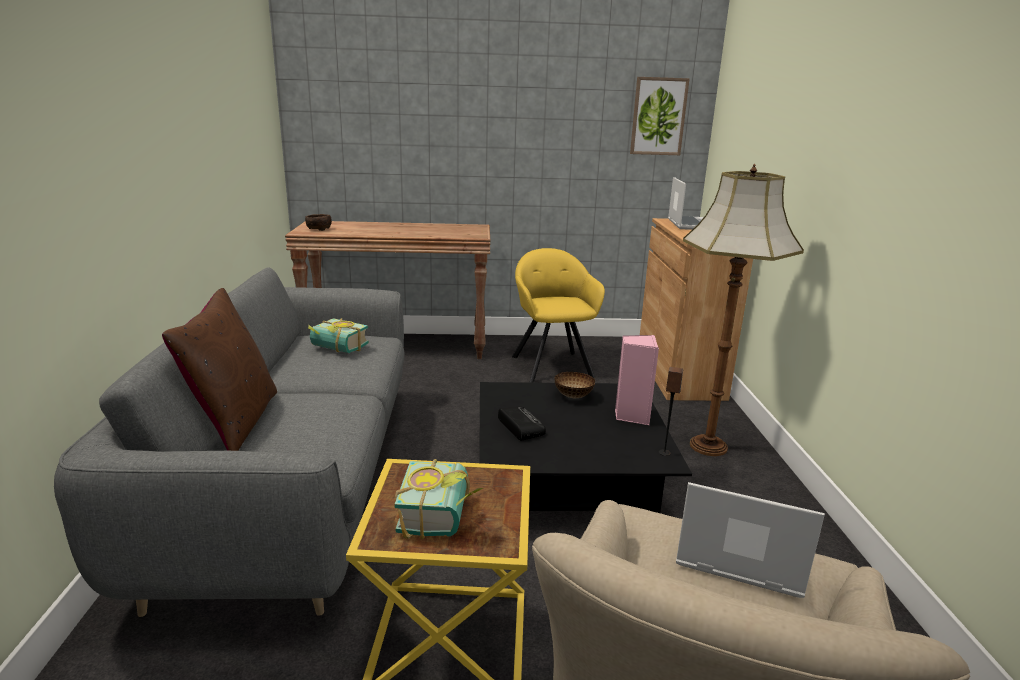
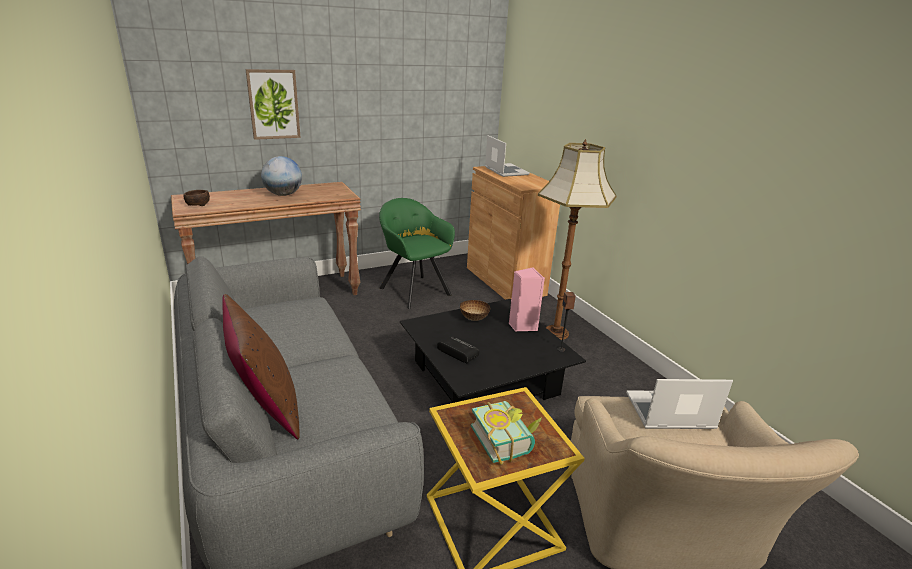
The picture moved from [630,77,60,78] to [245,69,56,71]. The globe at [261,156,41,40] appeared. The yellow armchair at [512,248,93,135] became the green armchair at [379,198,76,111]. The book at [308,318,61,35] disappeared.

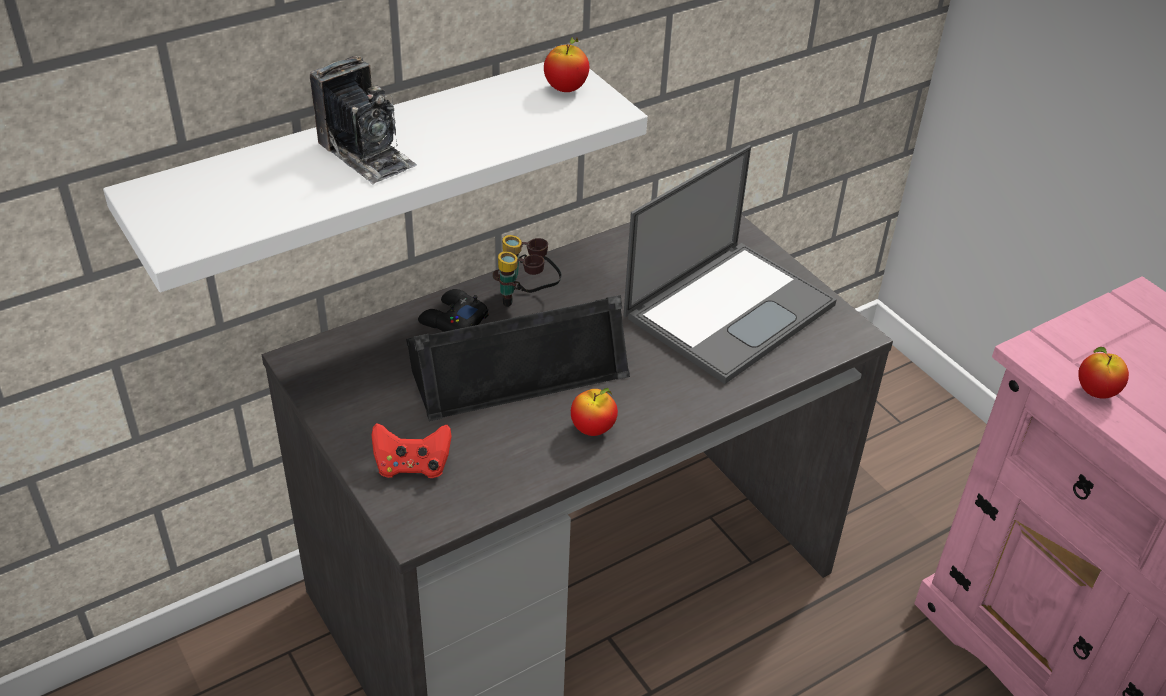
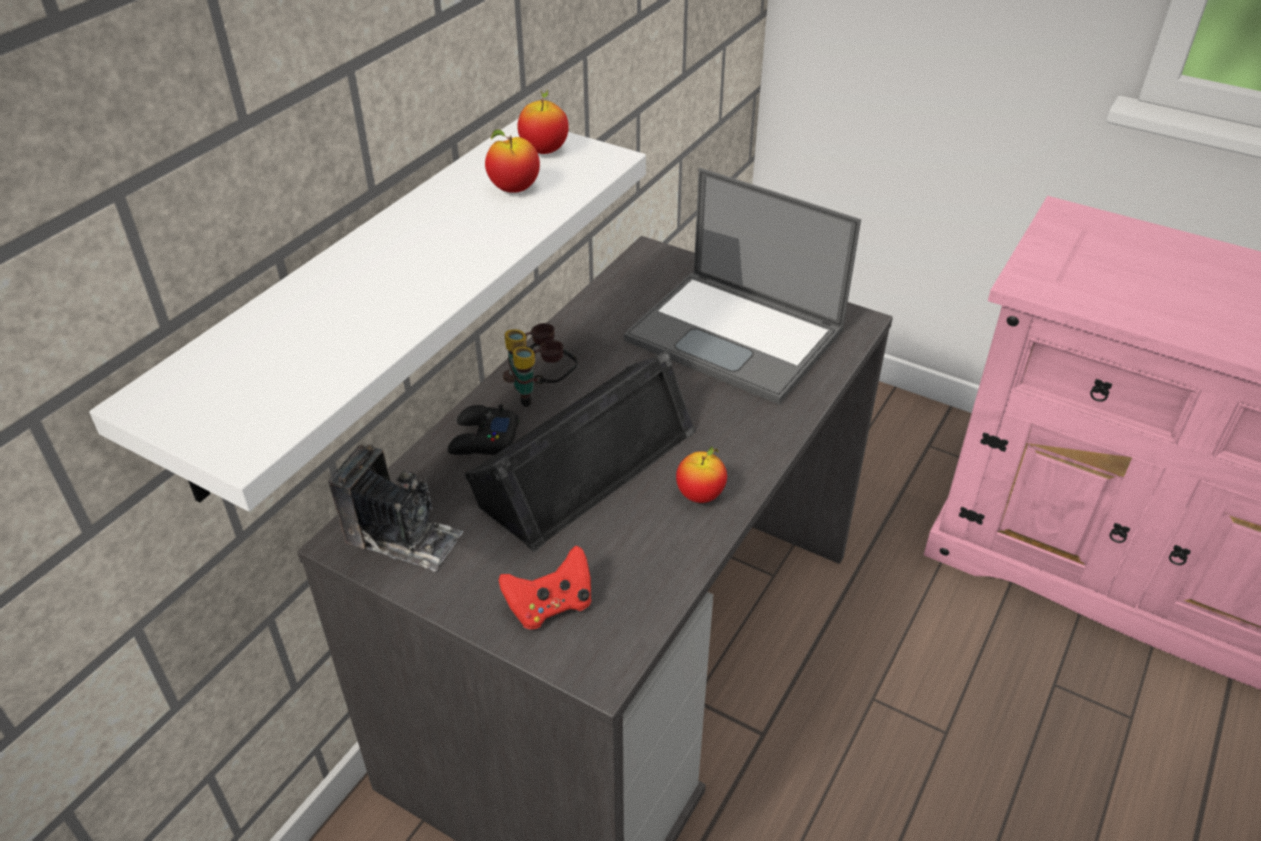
The photo camera moved from [310,56,107,129] to [328,443,135,129]. The apple moved from [1078,347,51,51] to [485,129,55,64]. The laptop at [623,145,214,239] turned 105 degrees clockwise.

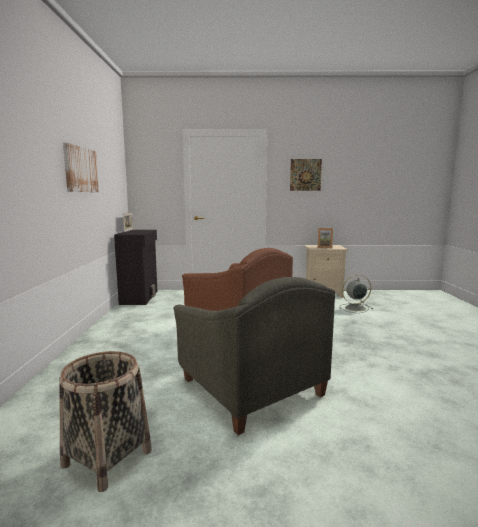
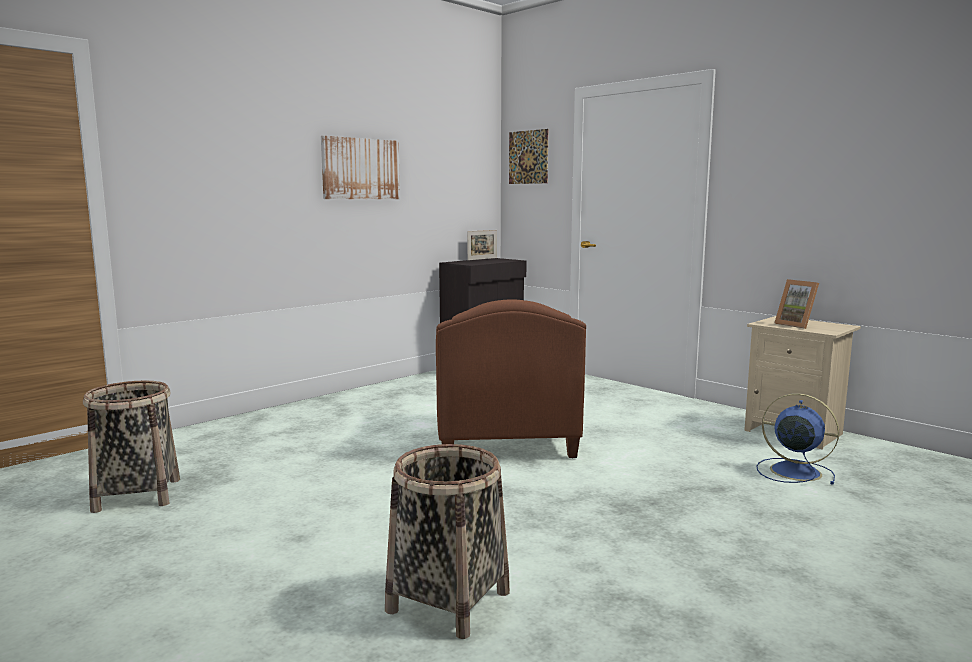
The basket at [385,444,125,195] appeared. The picture moved from [290,159,32,32] to [509,129,39,55]. The grey fan at [340,275,33,38] became the blue fan at [757,393,82,92]. The grey armchair at [173,277,162,158] disappeared.

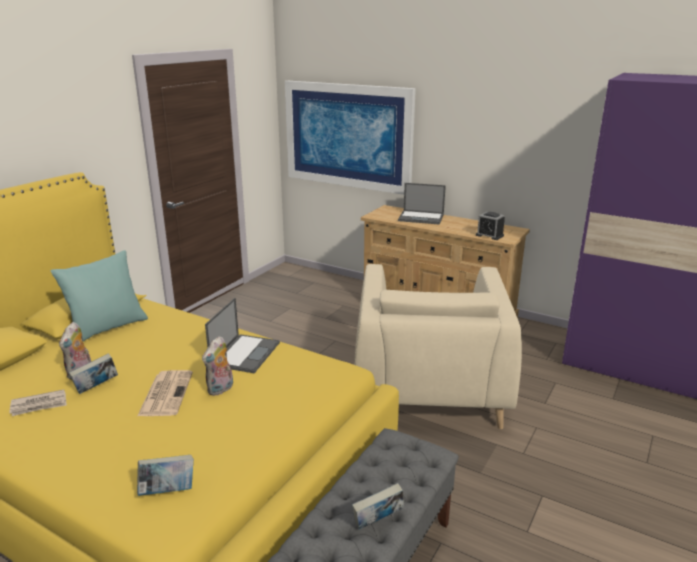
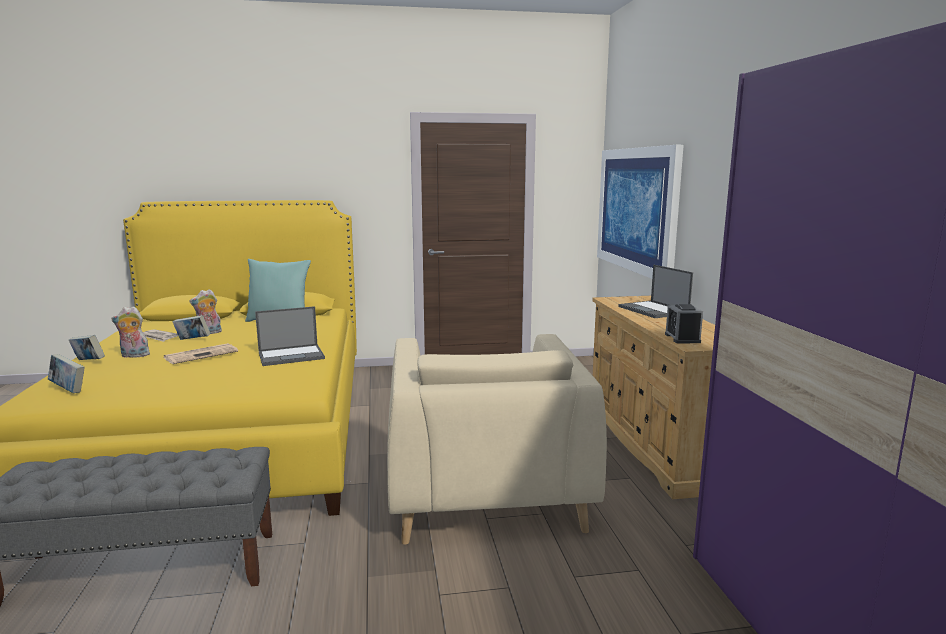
The book moved from [352,483,52,47] to [69,335,36,25]. The plush toy moved from [202,336,31,60] to [112,306,38,52]. The beige armchair at [354,264,168,165] turned 60 degrees counterclockwise.

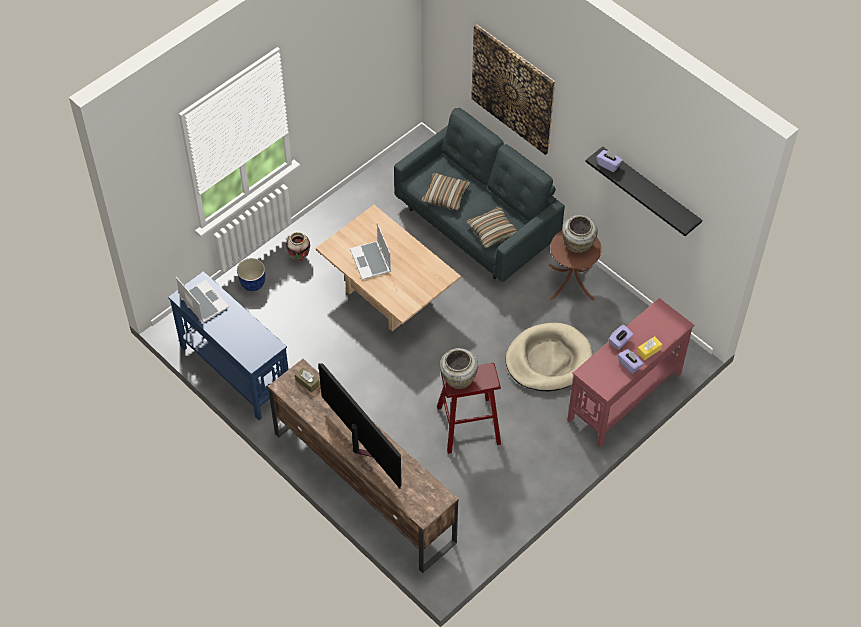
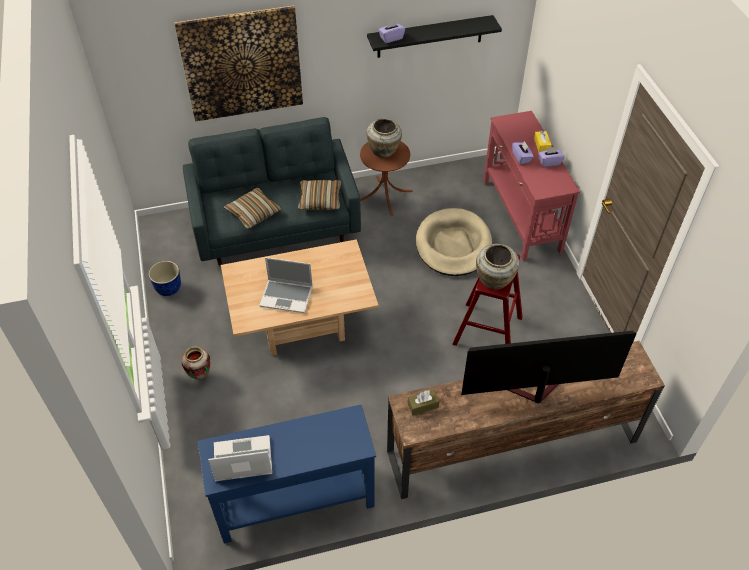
The planter moved from [237,258,28,33] to [149,261,32,35].

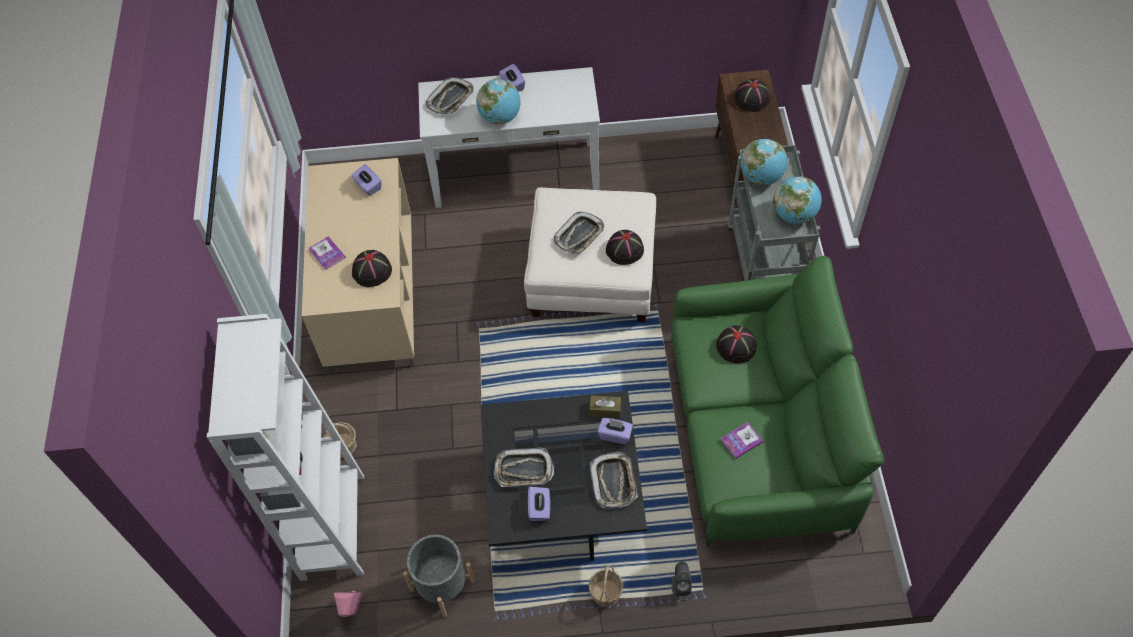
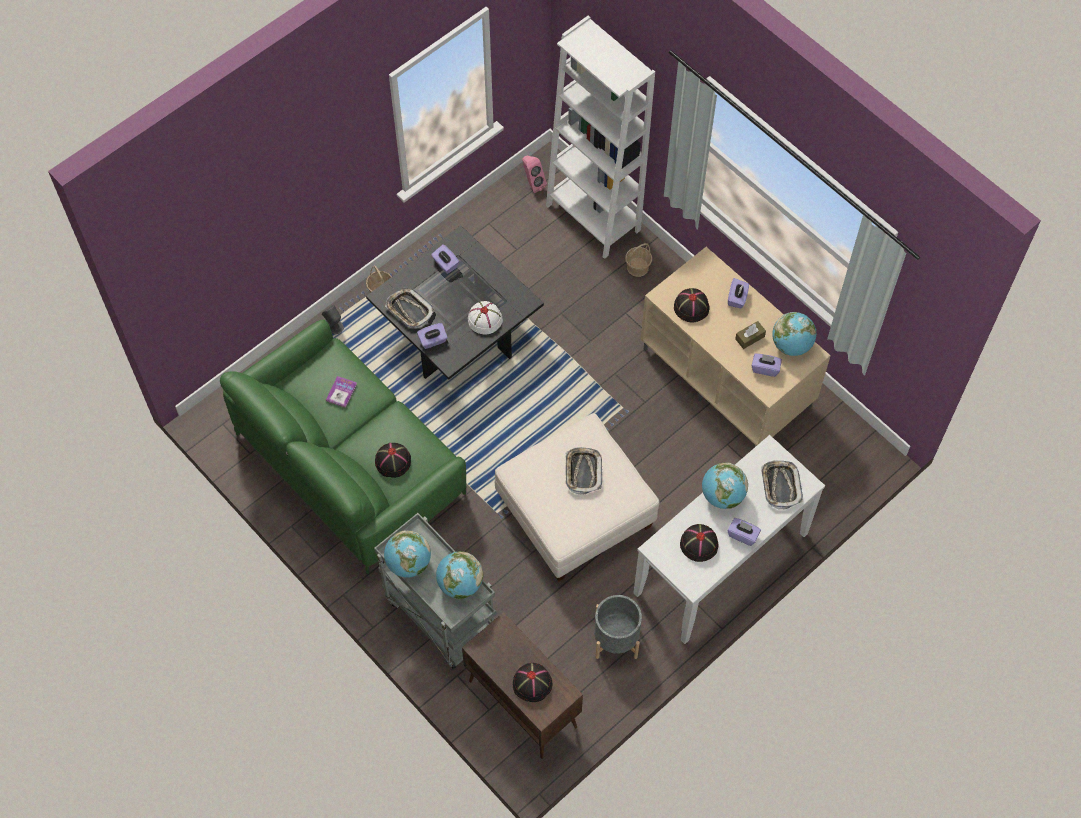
The white hat at [468,301,35,33] appeared. The grey planter moved from [403,535,72,82] to [594,595,48,64]. The black hat moved from [606,230,38,35] to [680,524,39,38]. The book at [308,236,38,34] was replaced by the purple tissue box at [728,278,21,30]. The brown tissue box moved from [589,395,32,23] to [735,321,31,28]. The globe at [772,312,44,44] appeared. The tray at [494,448,60,39] disappeared.

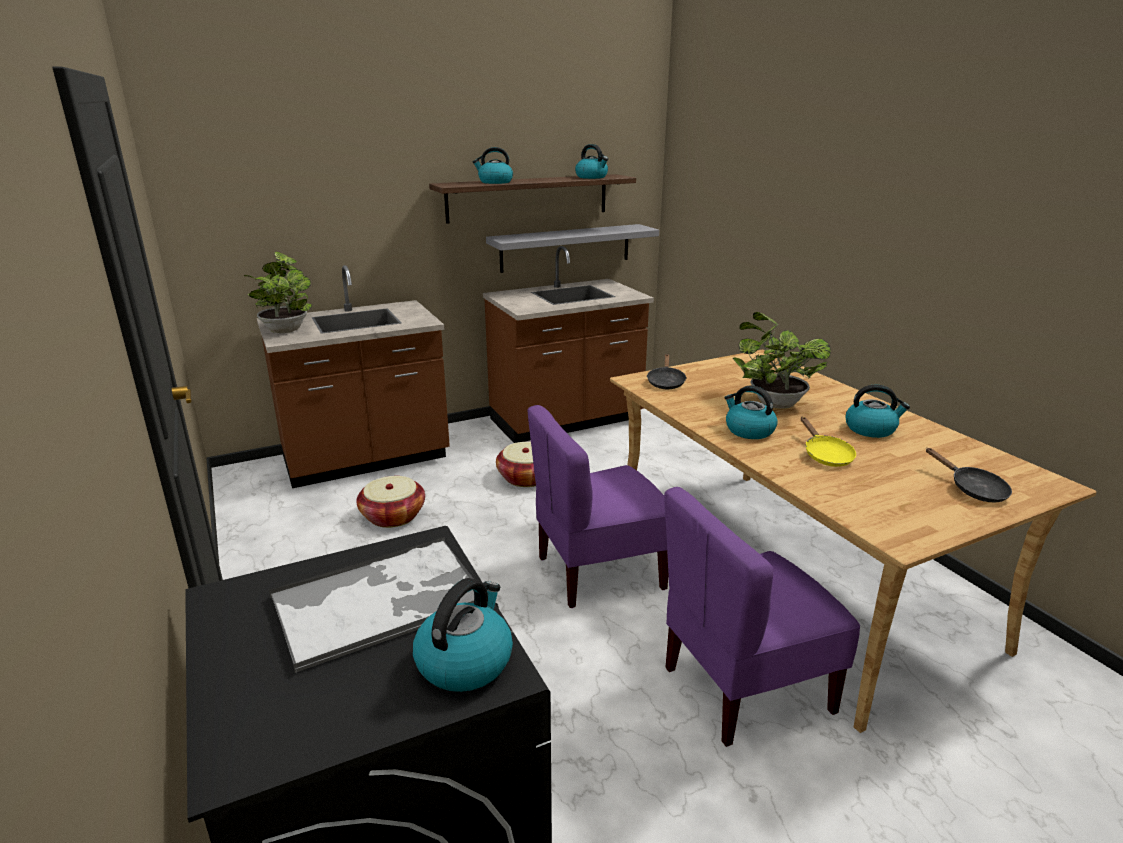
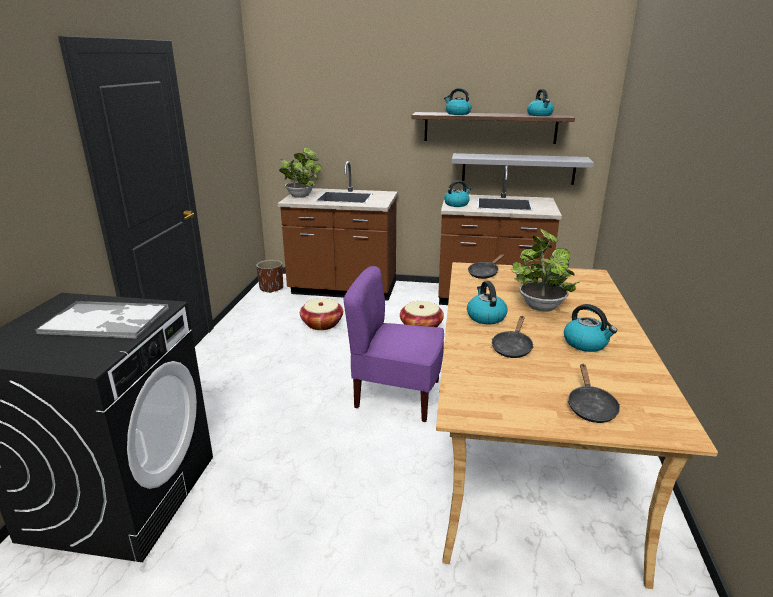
The brown planter at [256,260,27,33] appeared. The kettle moved from [413,578,100,114] to [444,180,27,27]. The yellow frying pan at [801,417,55,50] became the black frying pan at [492,316,41,42]. The purple chair at [664,487,196,260] disappeared.

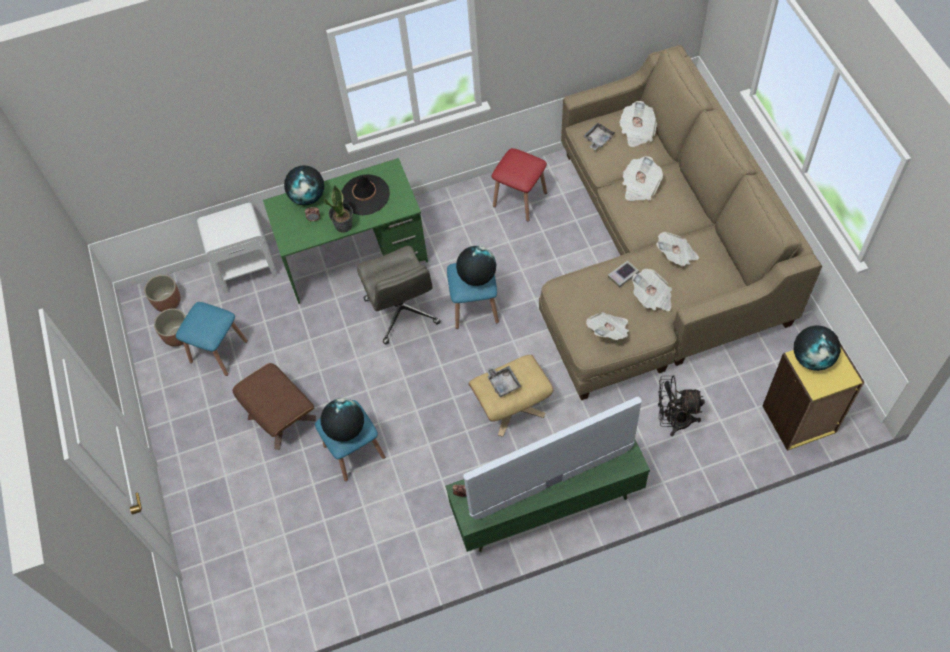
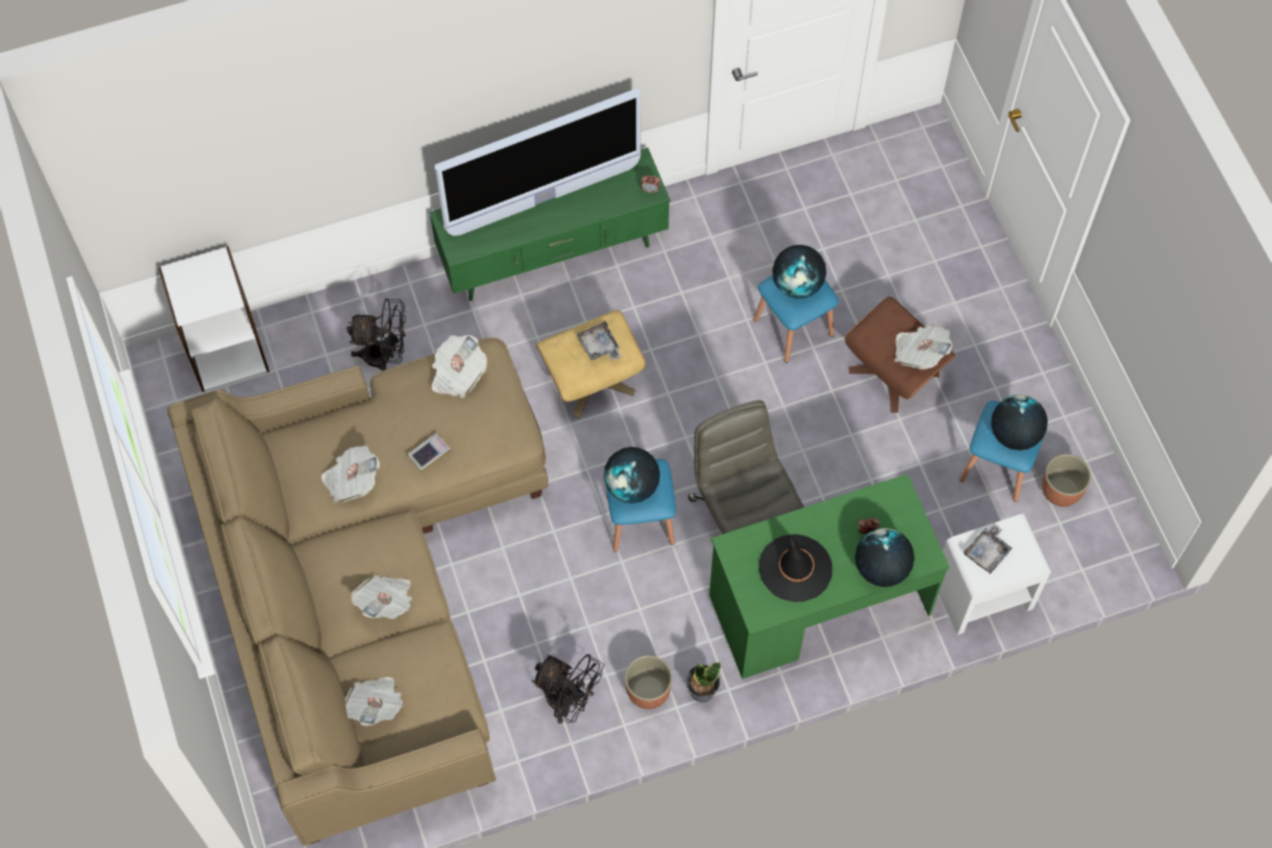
The yellow bookcase at [763,343,101,108] became the white bookcase at [158,246,112,146]. The red stool at [492,148,55,73] was replaced by the black fan at [531,654,73,70]. The planter moved from [144,275,37,37] to [625,655,47,54]. The potted plant moved from [324,185,29,48] to [686,662,35,41]. The newspaper moved from [632,269,40,42] to [894,325,58,44]. The grey tray moved from [583,123,31,27] to [964,523,48,51]. The globe moved from [794,325,47,46] to [991,395,57,55].

